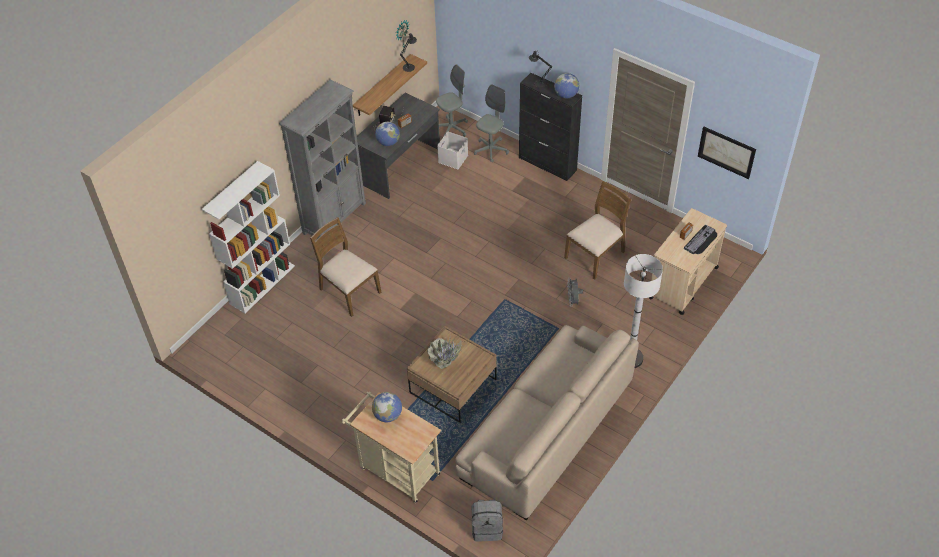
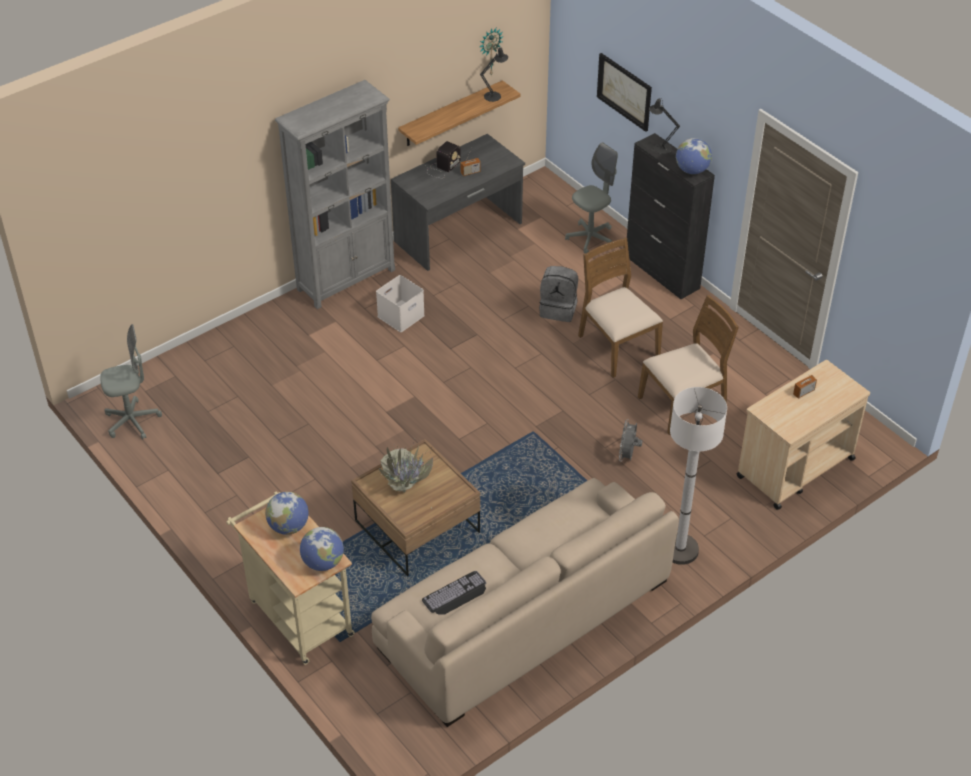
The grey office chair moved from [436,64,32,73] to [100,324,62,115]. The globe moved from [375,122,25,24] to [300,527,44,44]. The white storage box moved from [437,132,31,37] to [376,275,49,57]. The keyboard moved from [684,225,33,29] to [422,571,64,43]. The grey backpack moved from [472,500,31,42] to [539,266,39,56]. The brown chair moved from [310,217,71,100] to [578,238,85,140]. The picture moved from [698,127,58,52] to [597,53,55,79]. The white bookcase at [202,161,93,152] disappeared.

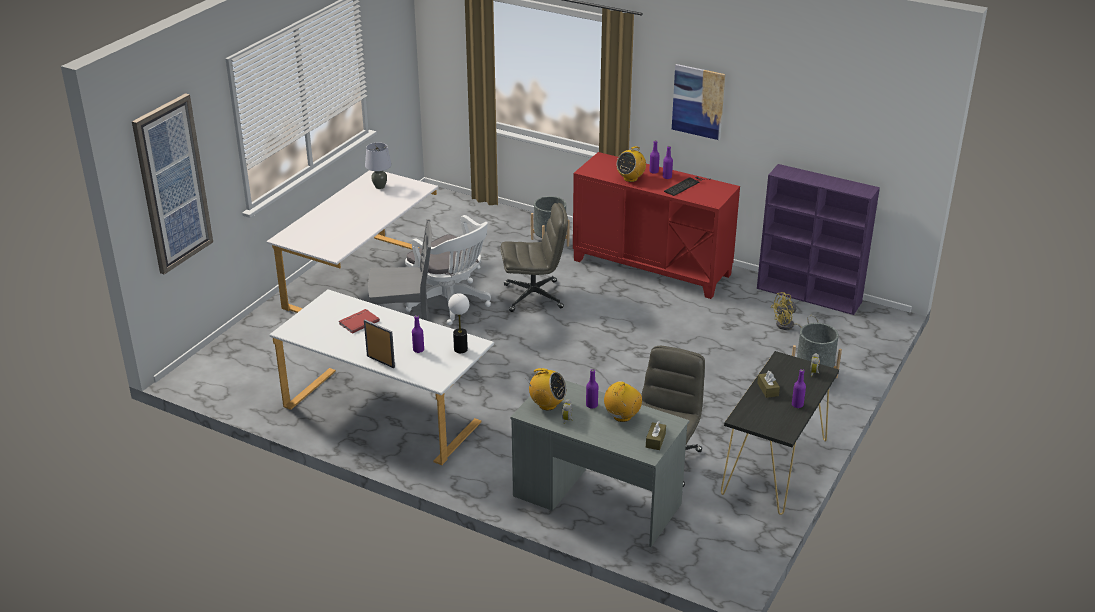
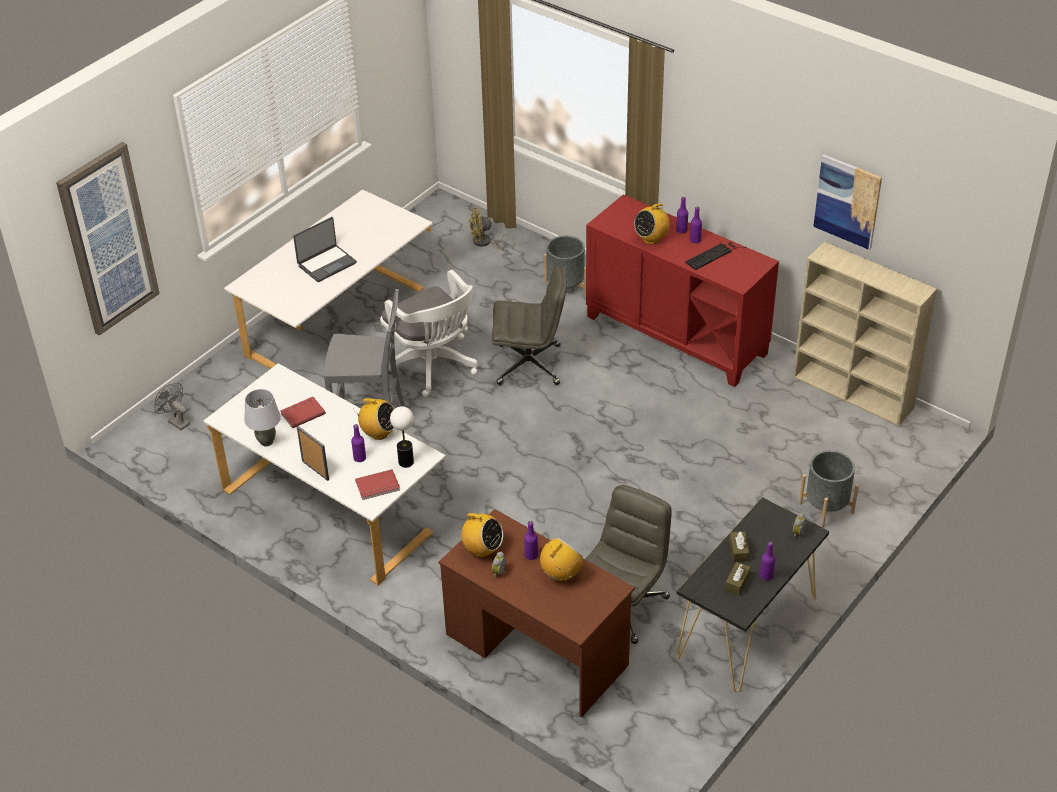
The grey fan at [154,383,37,47] appeared. The grey table lamp moved from [365,142,27,47] to [244,389,37,57]. The laptop at [293,217,64,65] appeared. The radio at [353,398,42,42] appeared. The red book at [355,469,45,31] appeared. The grey desk at [510,380,180,167] became the brown desk at [439,509,196,209]. The yellow fan moved from [771,292,48,38] to [469,208,45,42]. The brown tissue box moved from [646,421,20,29] to [725,562,26,34]. The purple bookcase at [757,164,123,151] became the beige bookcase at [793,242,144,184]. The picture moved from [672,64,53,76] to [813,155,69,95].

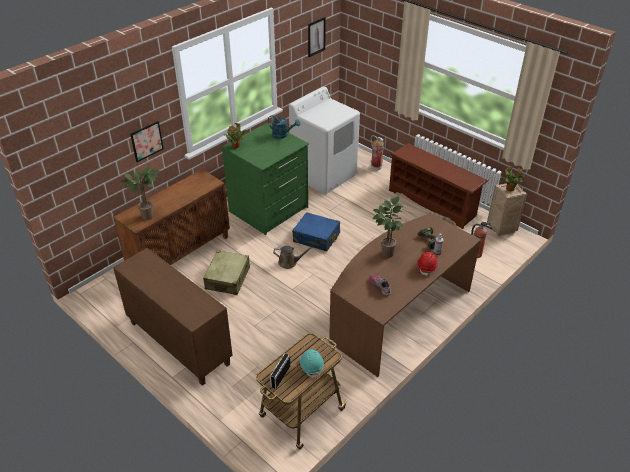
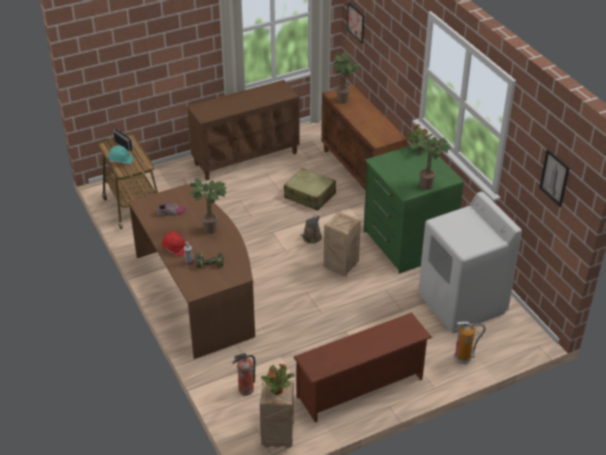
The blue suitcase at [292,212,48,40] was replaced by the crate at [324,211,37,66]. The picture moved from [130,121,34,41] to [347,2,17,42]. The turquoise watering can at [268,115,32,24] was replaced by the potted plant at [412,134,39,56].

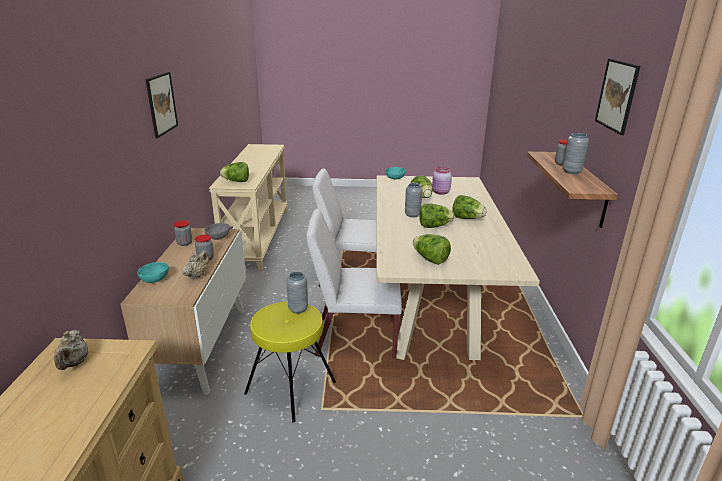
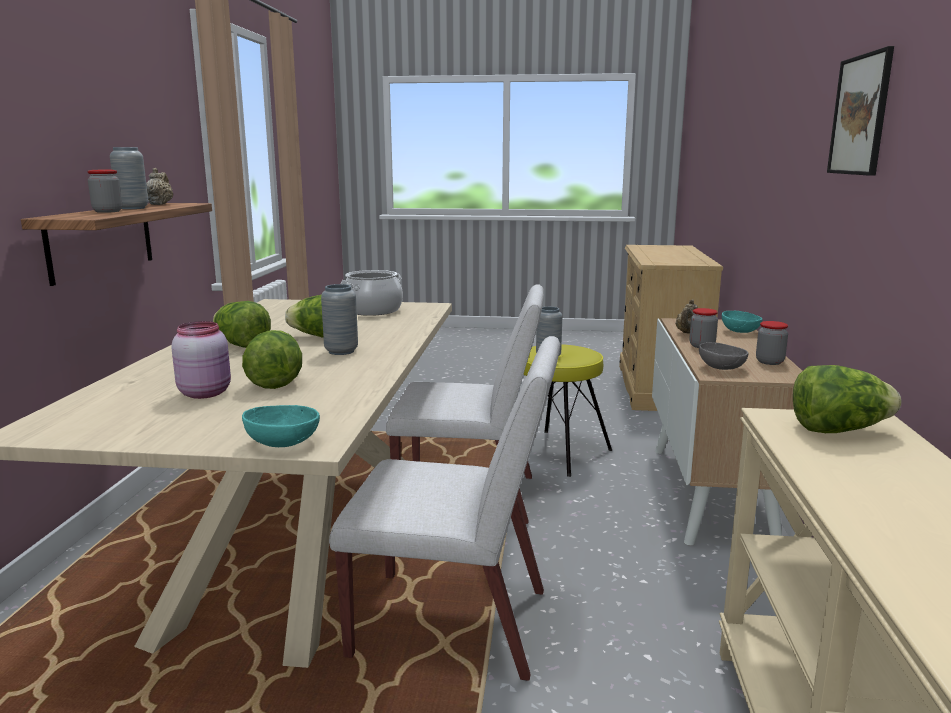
The beige teapot moved from [54,330,34,40] to [146,168,28,37]. The lettuce at [413,234,38,31] was replaced by the cooking pot at [341,270,62,46]. The picture at [595,59,45,76] disappeared.

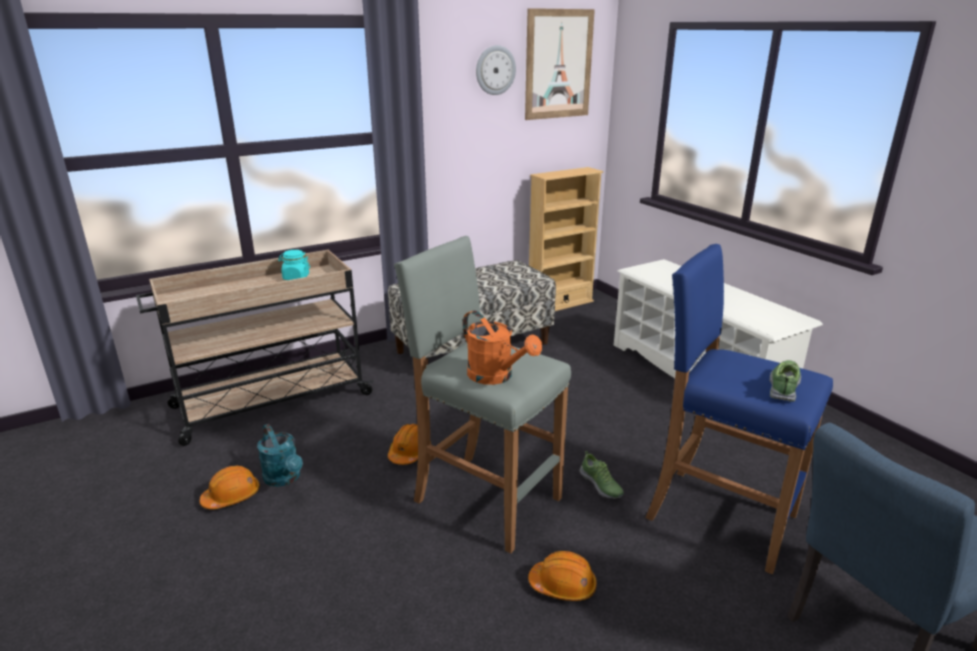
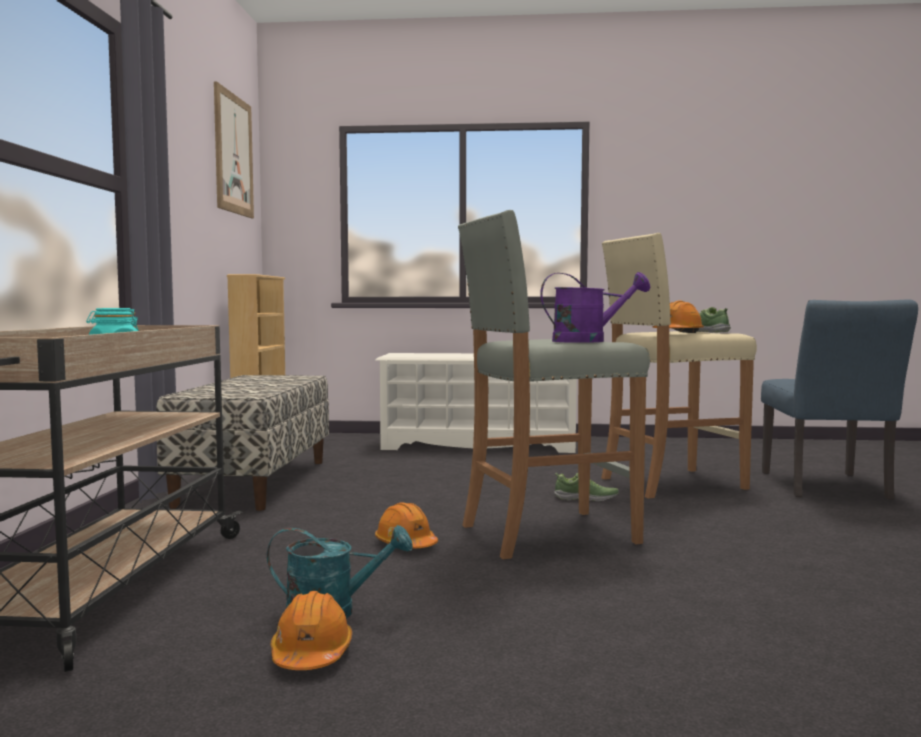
The orange watering can at [463,311,79,74] became the purple watering can at [540,272,110,71]. The blue stool at [645,244,188,331] became the beige stool at [601,233,156,266]. The orange hard hat moved from [528,551,69,50] to [653,301,51,32]. The wall clock at [476,45,40,50] disappeared.

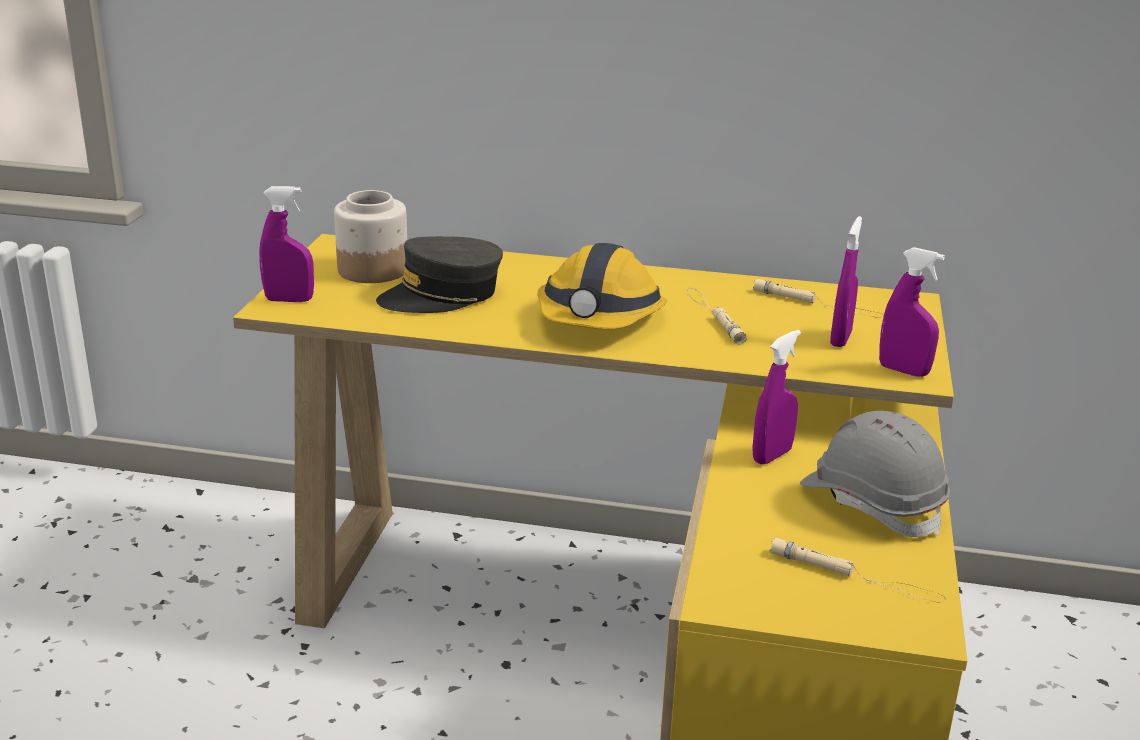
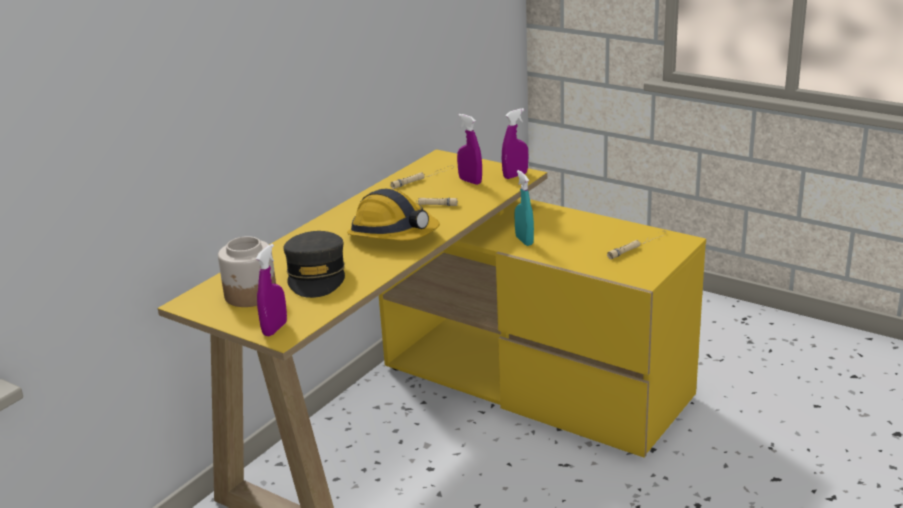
The purple spray bottle at [752,330,49,134] became the turquoise spray bottle at [514,170,20,76]. The grey hard hat at [800,411,150,126] disappeared.

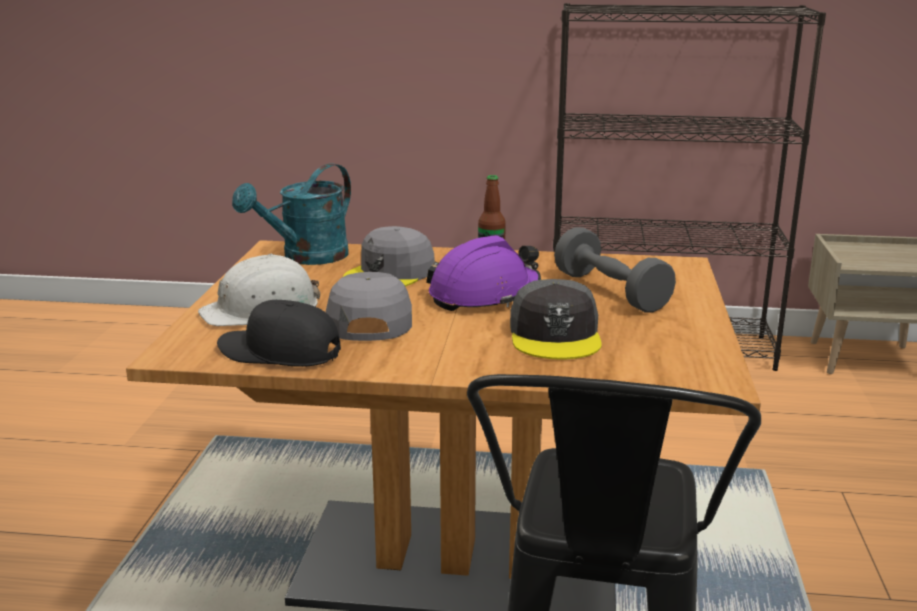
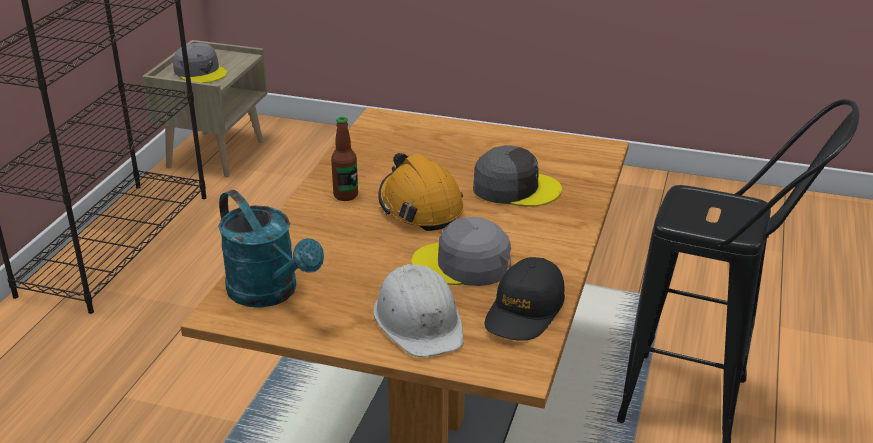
The grey cap moved from [343,226,92,61] to [173,43,54,40]. The purple hard hat at [426,235,115,76] became the orange hard hat at [378,153,86,78]. The grey dumbbell at [554,227,122,85] disappeared.

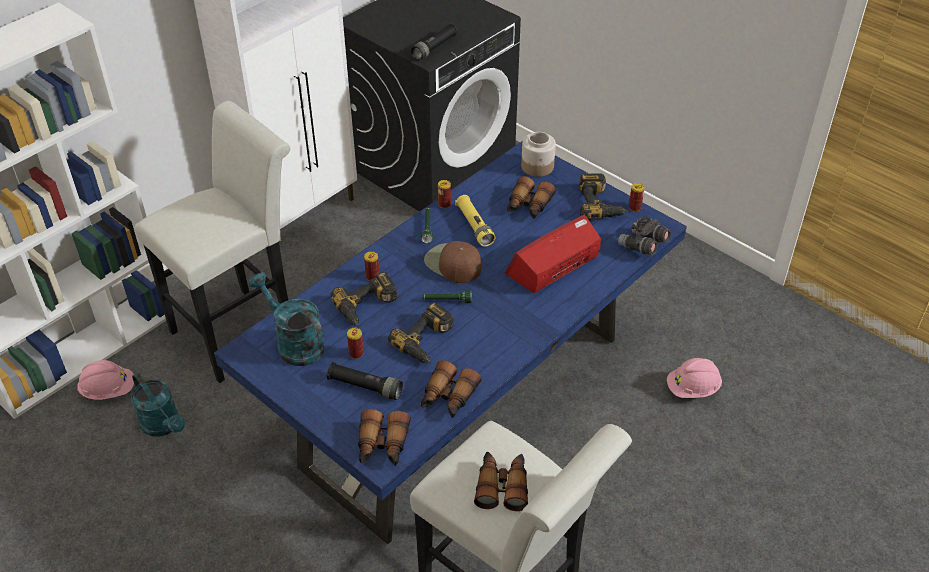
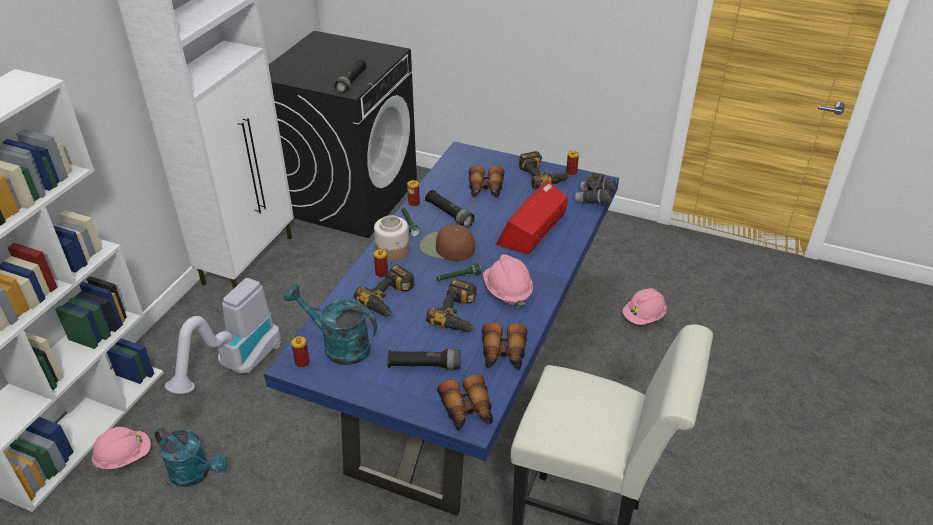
The white stool at [135,101,155,282] was replaced by the vacuum cleaner at [165,278,116,116]. The can moved from [347,328,17,31] to [291,336,19,32]. The jar moved from [521,132,35,45] to [374,215,35,46]. The yellow flashlight at [455,195,40,52] became the black flashlight at [425,190,50,38]. The pink hard hat at [483,254,50,54] appeared. The binoculars at [474,451,54,60] disappeared.

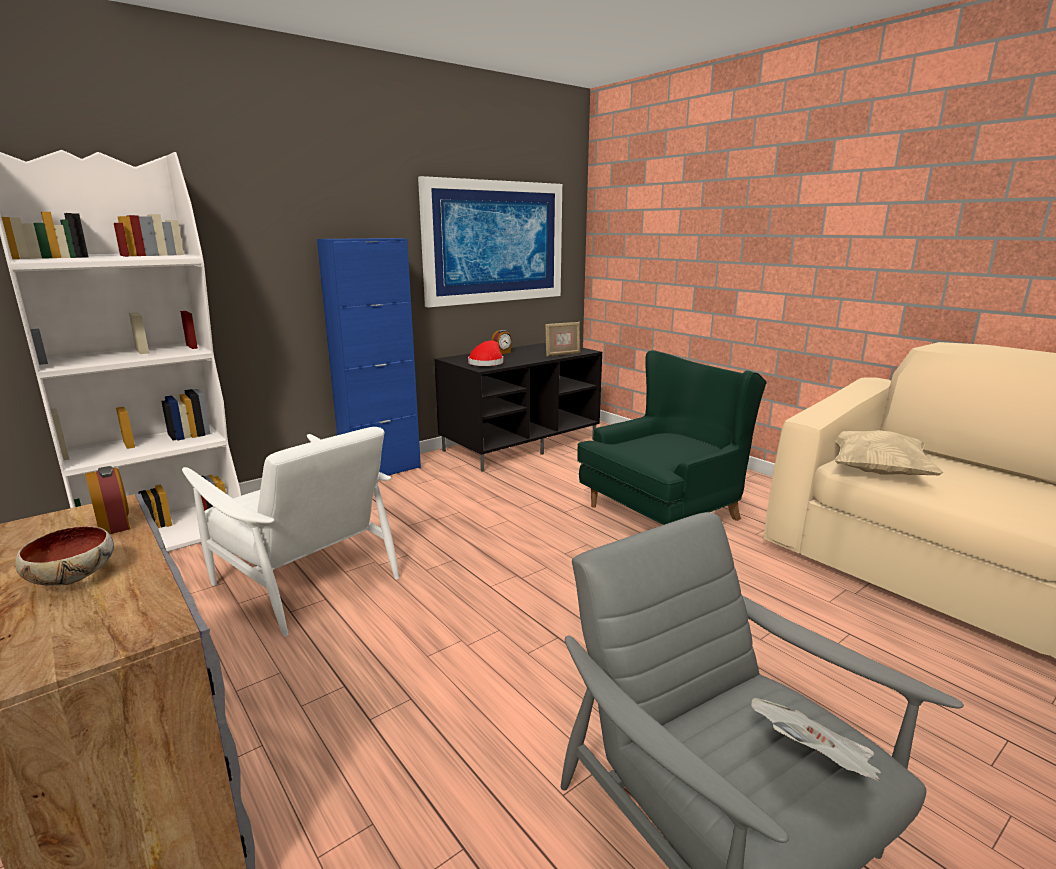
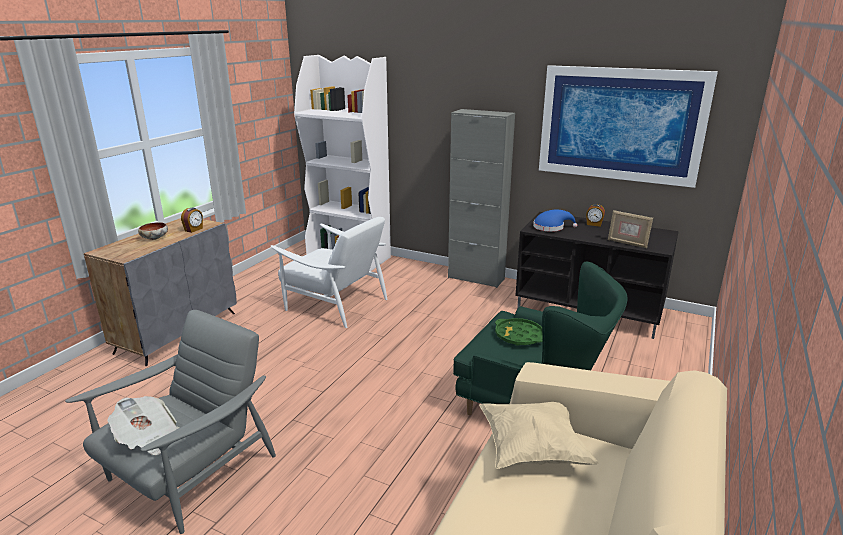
The white armchair at [182,427,217,210] turned 75 degrees counterclockwise. The blue cabinet at [317,238,104,238] became the grey cabinet at [448,109,67,179]. The green tray at [495,318,48,28] appeared. The red hat at [468,341,35,25] became the blue hat at [533,210,44,22].

